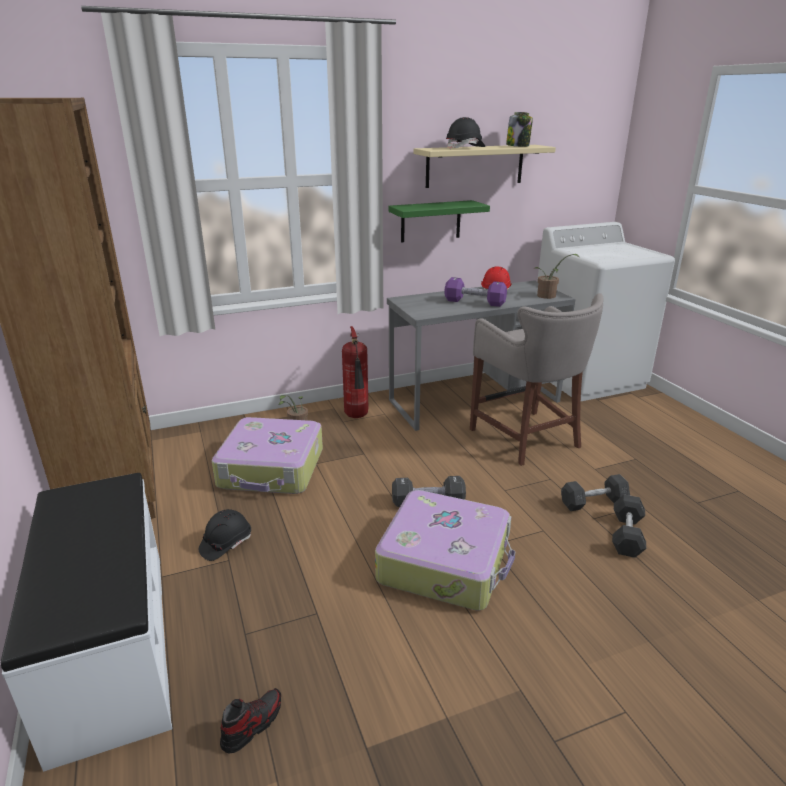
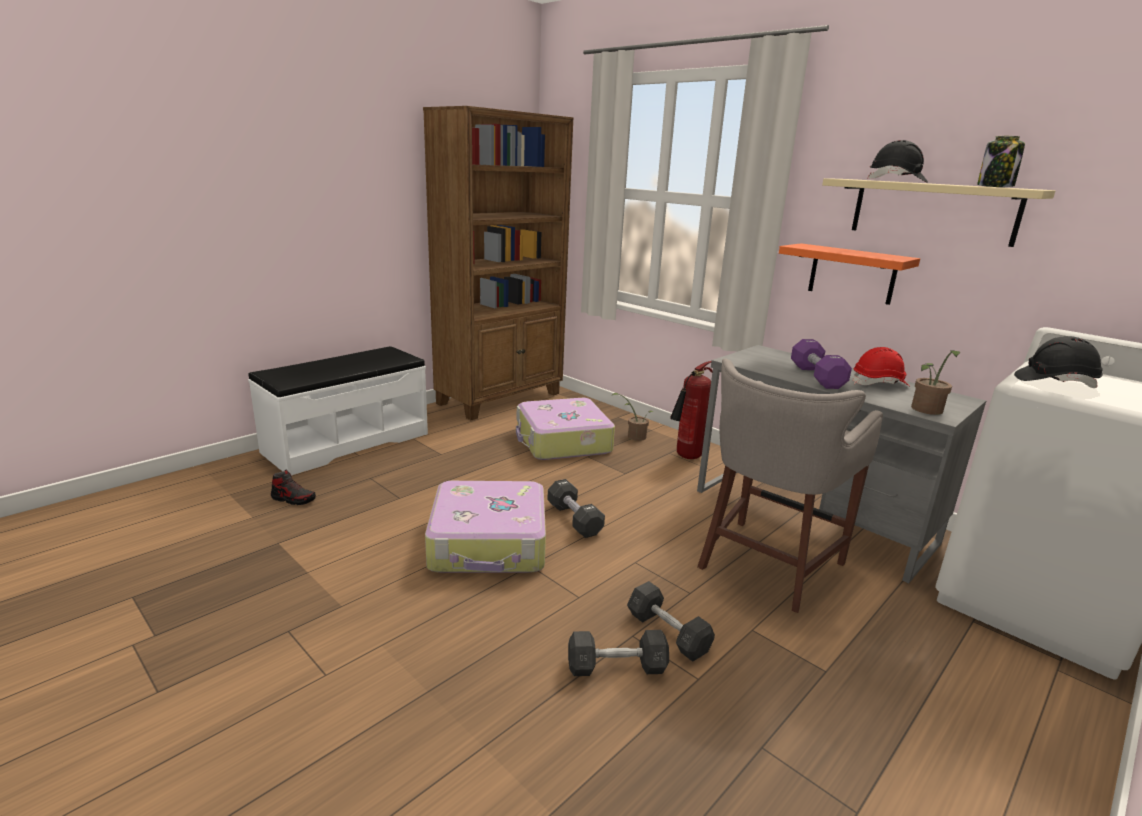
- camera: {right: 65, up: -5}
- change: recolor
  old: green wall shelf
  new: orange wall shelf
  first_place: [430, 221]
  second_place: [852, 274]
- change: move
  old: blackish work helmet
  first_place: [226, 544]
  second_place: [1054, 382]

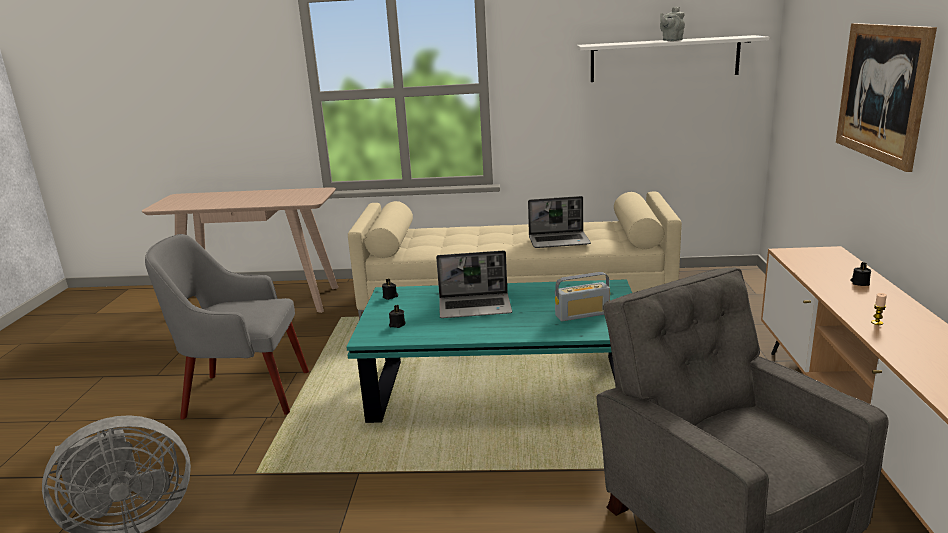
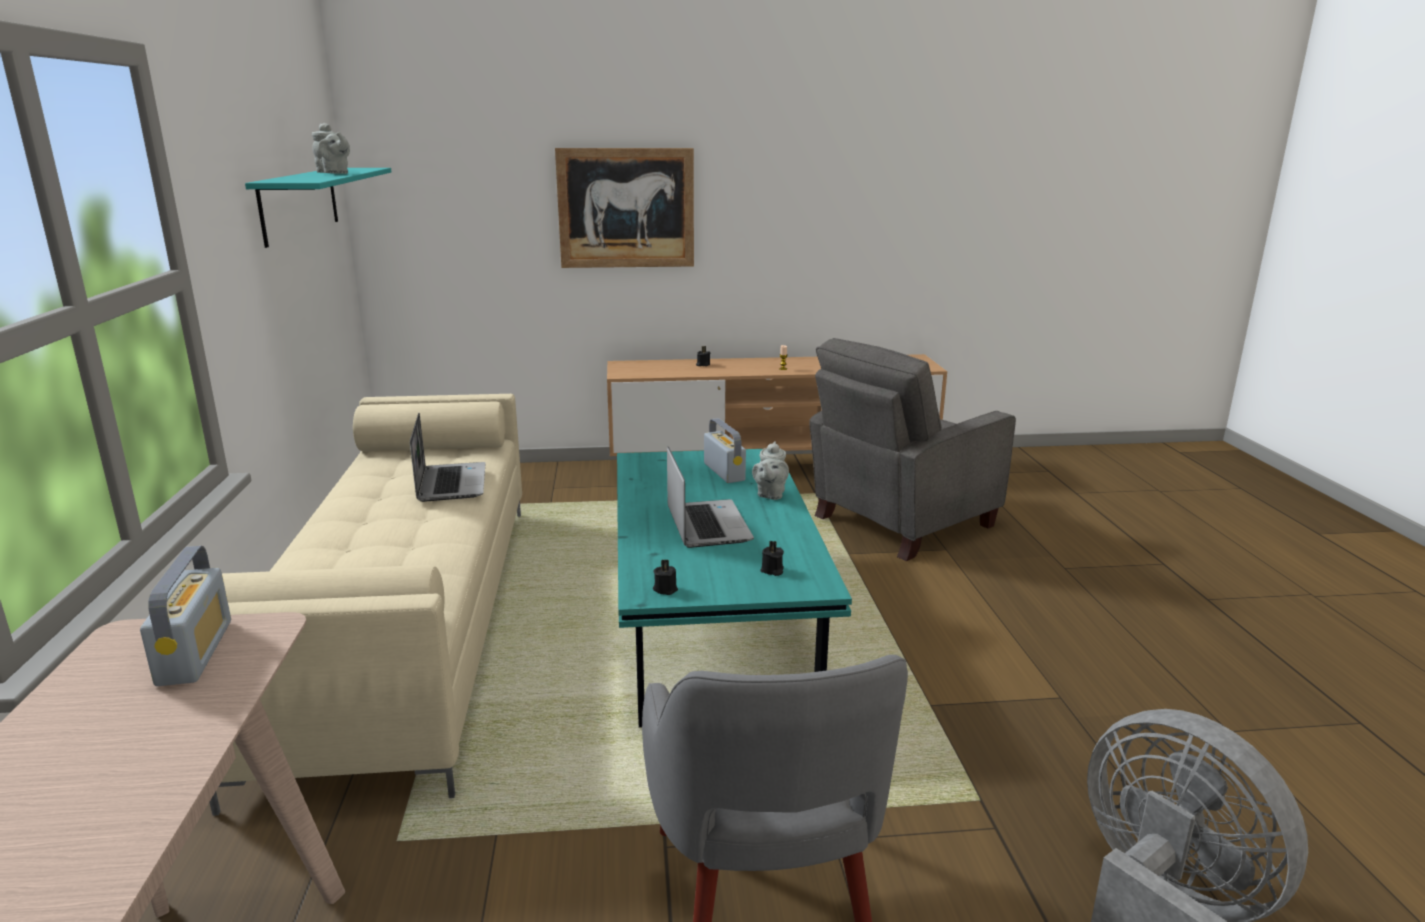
- camera: {right: -100, up: 0}
- change: insert
  new: radio receiver
  second_place: [195, 652]
- change: recolor
  old: white-coloured wall shelf
  new: turquoise wall shelf
  first_place: [664, 59]
  second_place: [300, 204]
- change: insert
  new: grey tea pot
  second_place: [770, 494]

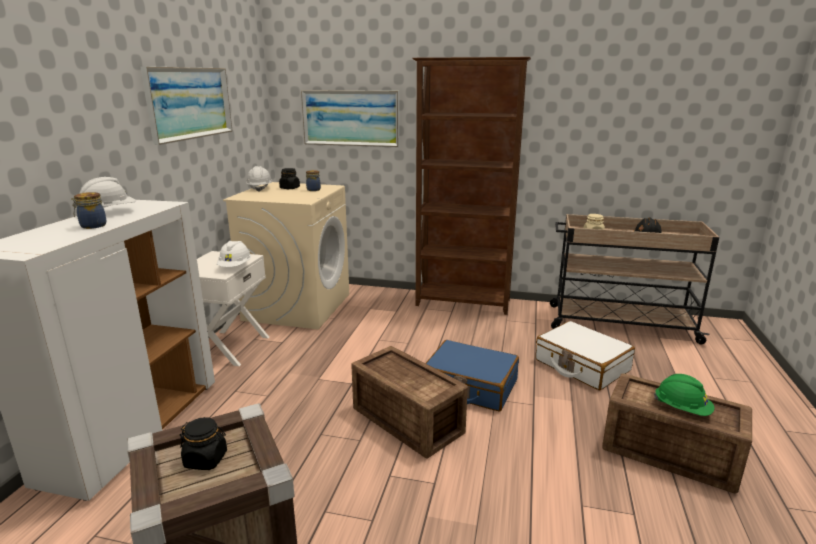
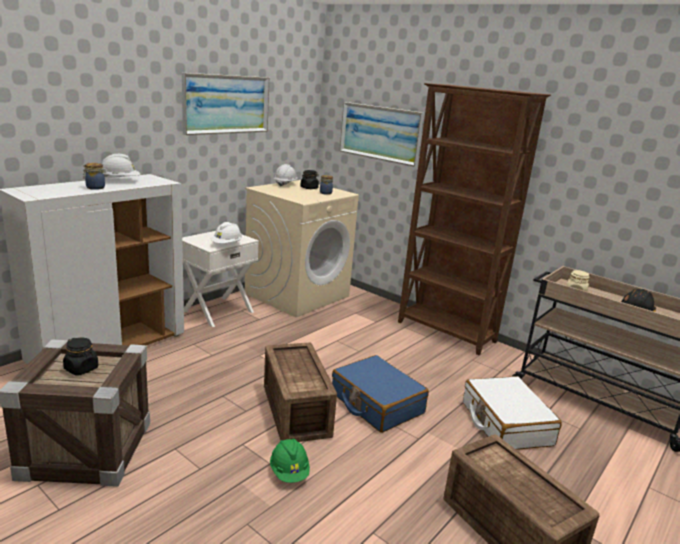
- camera: {right: 25, up: 0}
- change: move
  old: green work helmet
  first_place: [682, 409]
  second_place: [289, 472]

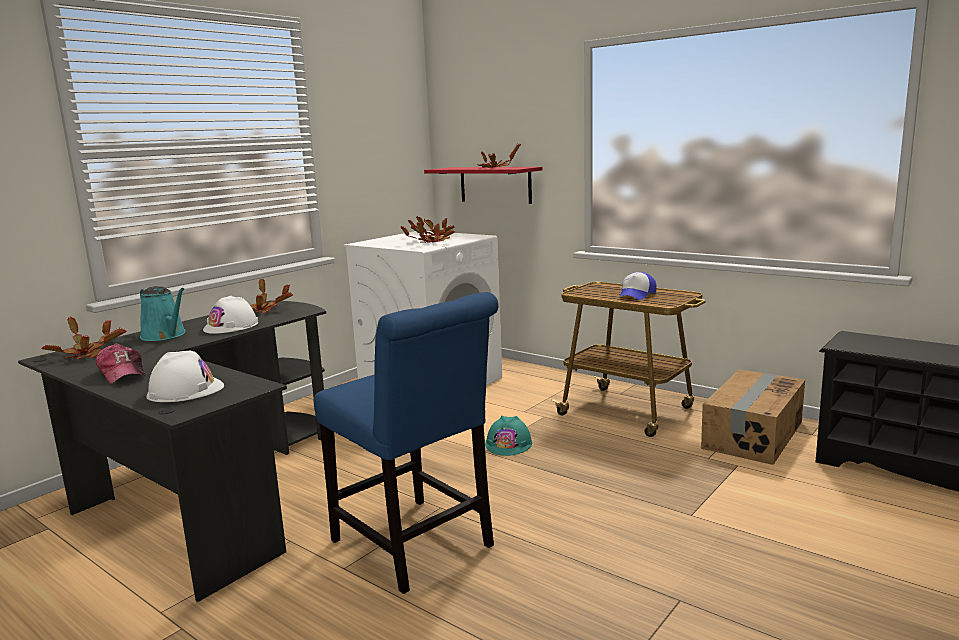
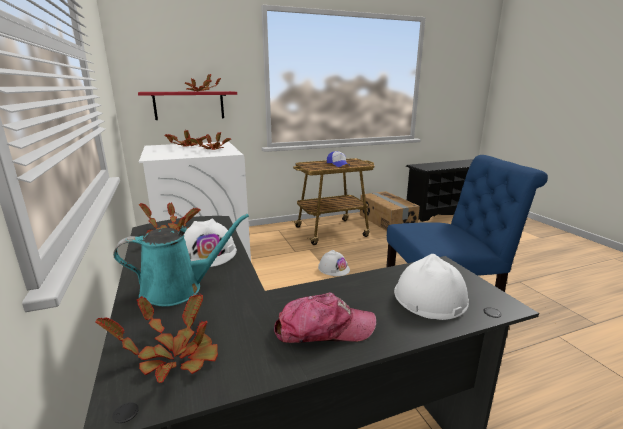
- camera: {right: -60, up: 5}
- change: recolor
  old: turquoise work helmet
  new: white-coloured work helmet
  first_place: [508, 444]
  second_place: [334, 268]

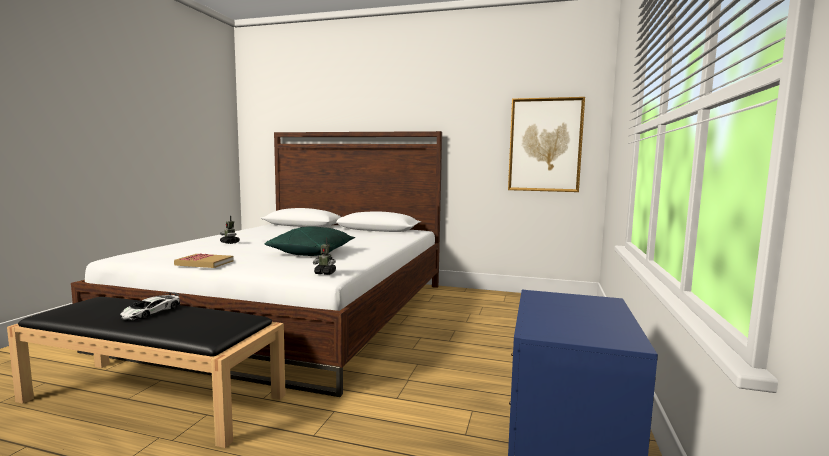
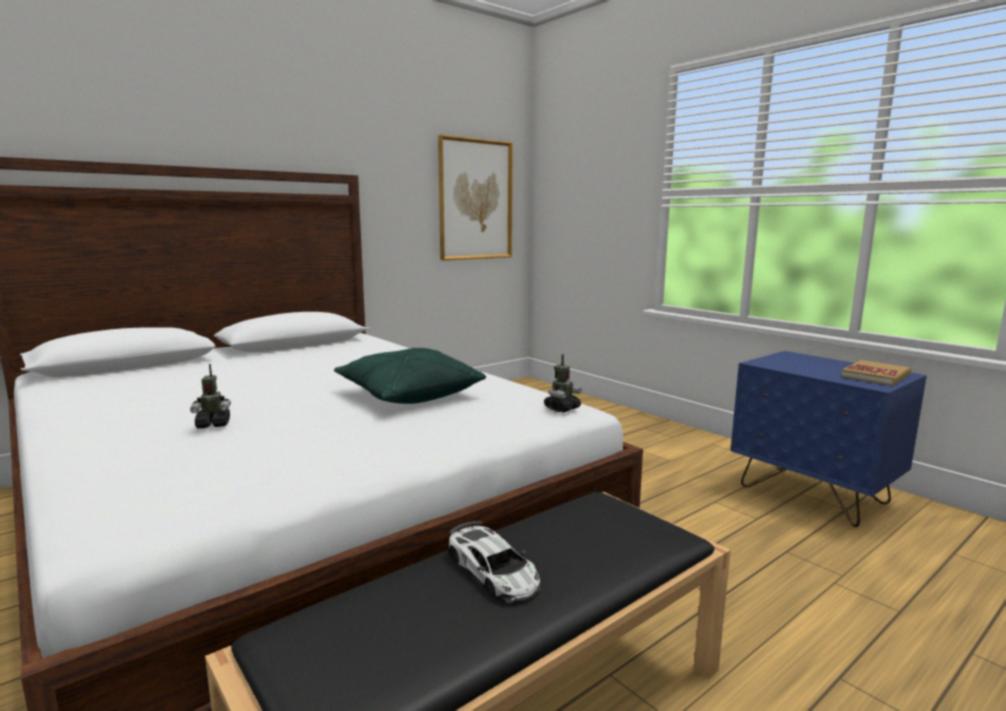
- camera: {right: -55, up: 5}
- change: move
  old: book
  first_place: [204, 263]
  second_place: [875, 376]

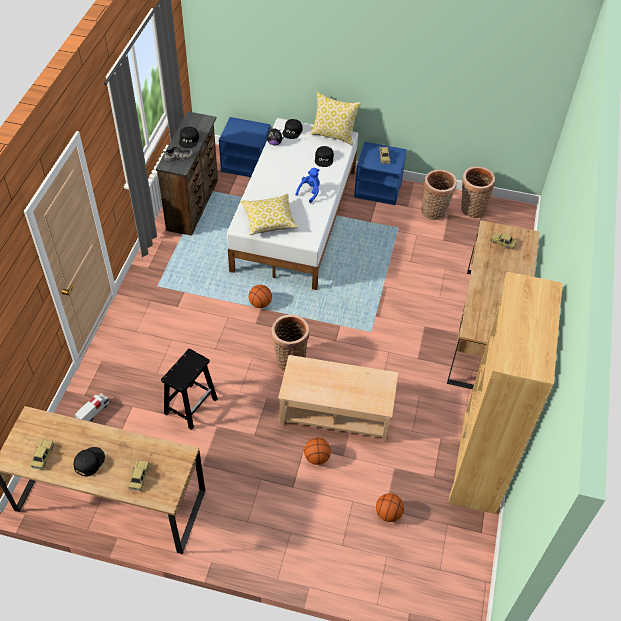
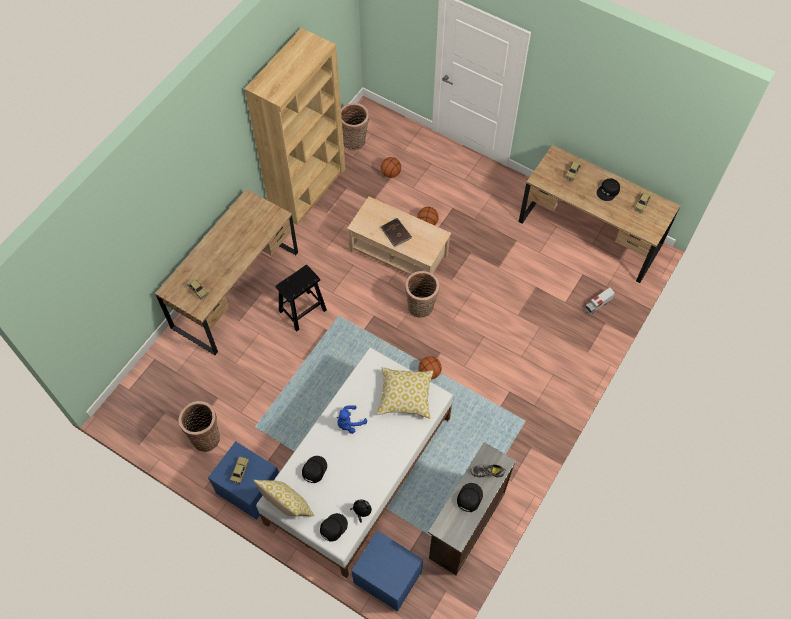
- camera: {right: -160, up: 10}
- change: move
  old: blackish sitting stool
  first_place: [191, 405]
  second_place: [302, 311]
- change: move
  old: basket
  first_place: [471, 209]
  second_place: [355, 142]
- change: insert
  new: brownish book
  second_place: [396, 233]

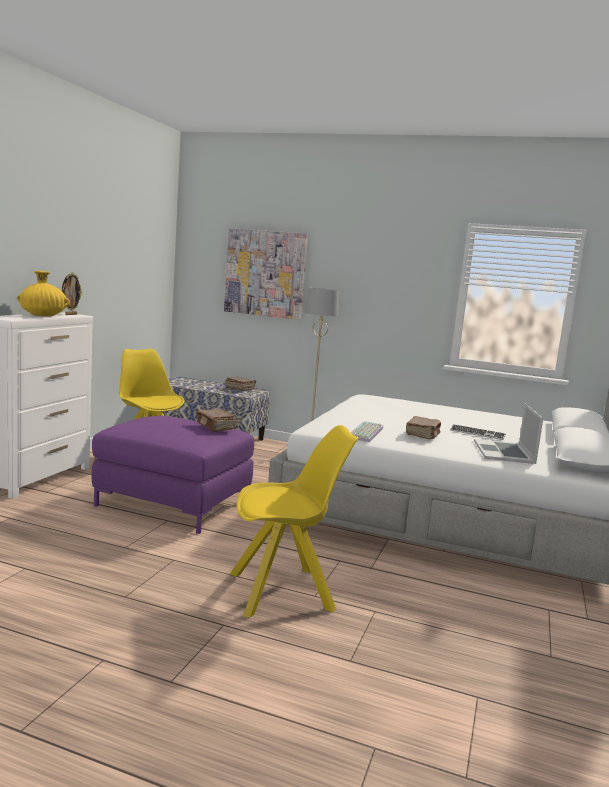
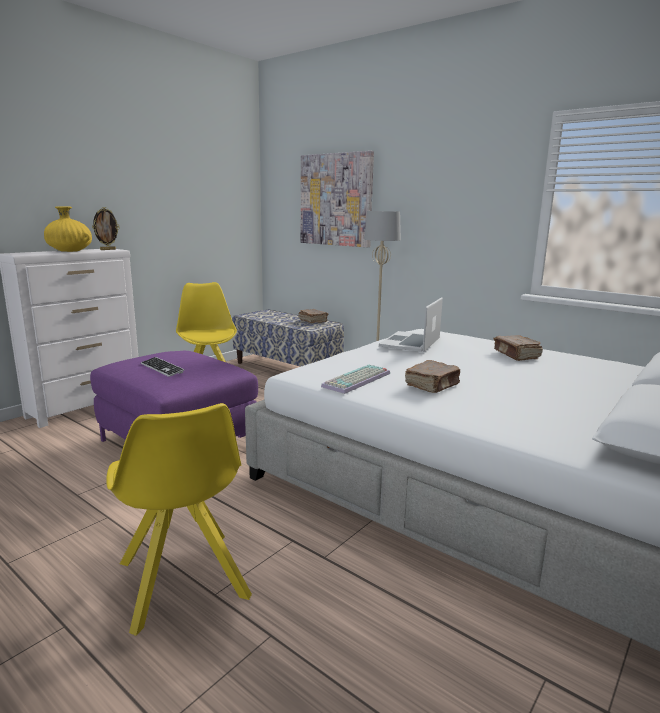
- camera: {right: 20, up: 5}
- change: rotate
  old: yellow-coloured upright chair
  first_place: [284, 592]
  second_place: [183, 582]
  degrees: 60
- change: move
  old: keyboard
  first_place: [477, 433]
  second_place: [162, 368]
- change: move
  old: notebook computer
  first_place: [504, 452]
  second_place: [410, 342]
- change: move
  old: brownish book
  first_place: [216, 427]
  second_place: [516, 355]

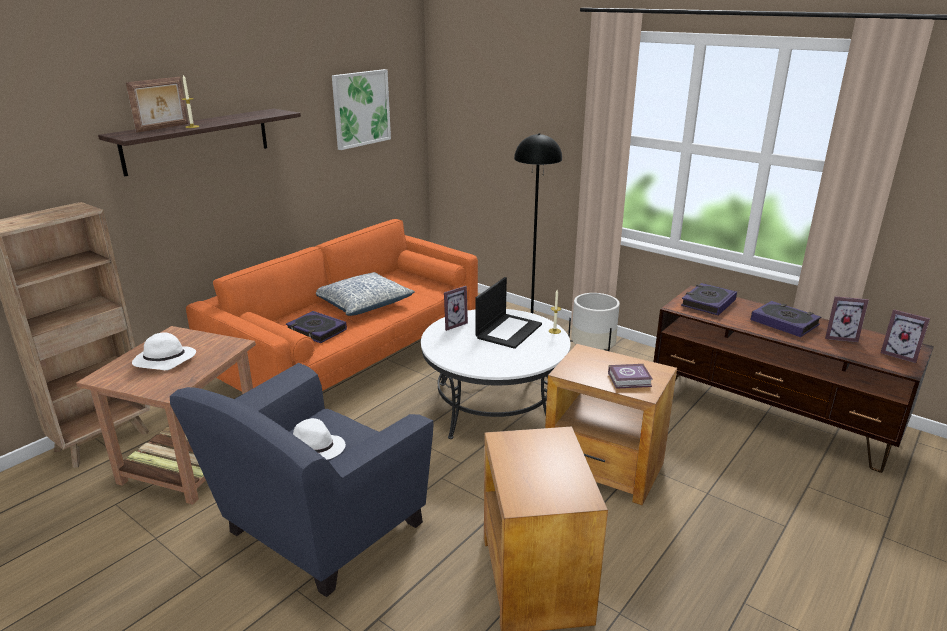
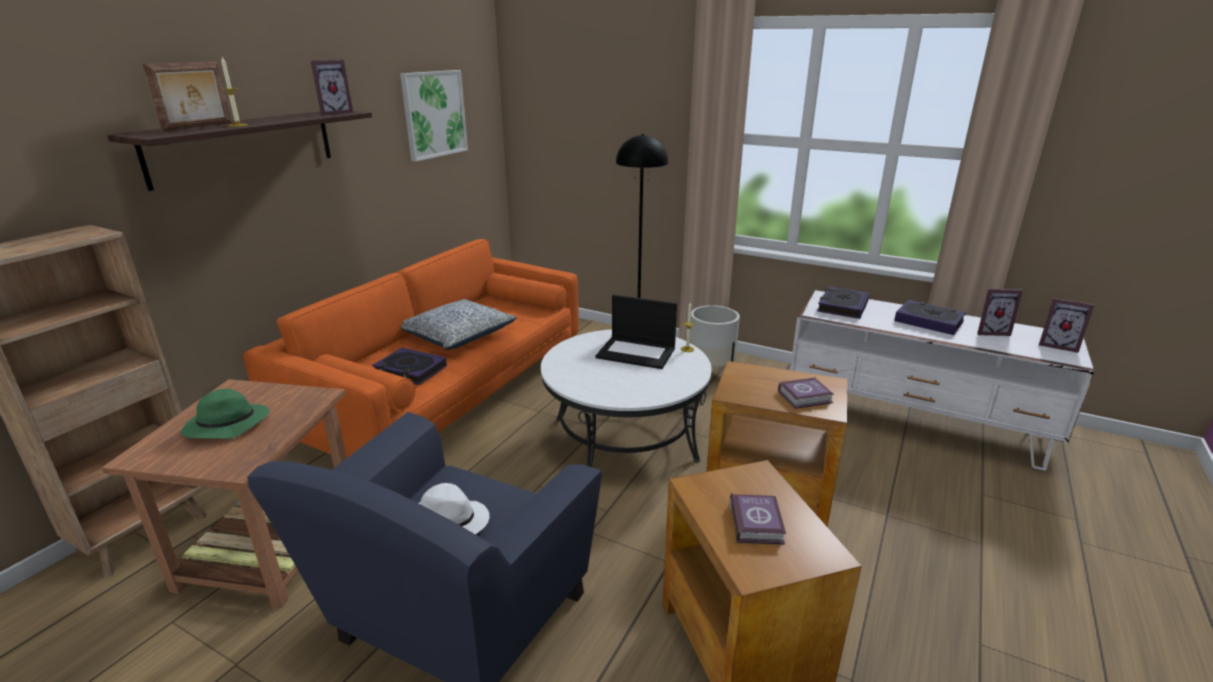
- camera: {right: -10, up: 0}
- change: recolor
  old: white-coloured hat
  new: green hat
  first_place: [164, 361]
  second_place: [226, 426]
- change: move
  old: standing frame
  first_place: [452, 324]
  second_place: [333, 113]
- change: rotate
  old: notebook computer
  first_place: [508, 330]
  second_place: [637, 352]
  degrees: 90
- change: insert
  new: book
  second_place: [756, 522]
- change: recolor
  old: brownish tv unit
  new: white-coloured tv unit
  first_place: [770, 416]
  second_place: [913, 421]

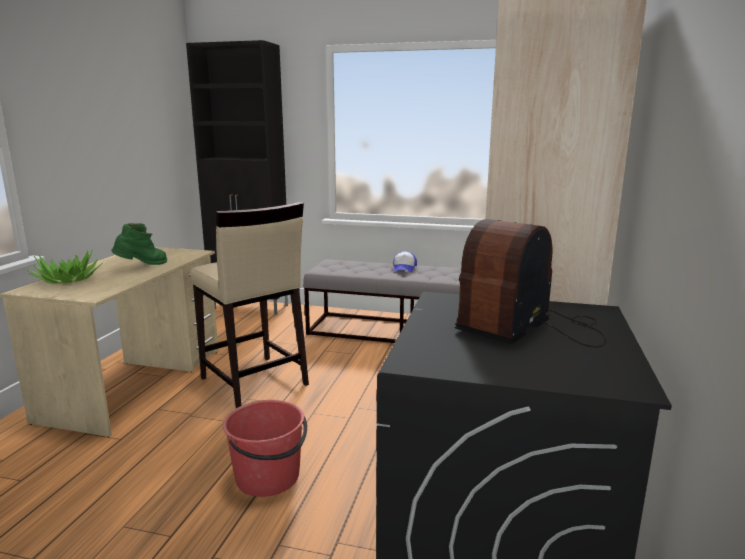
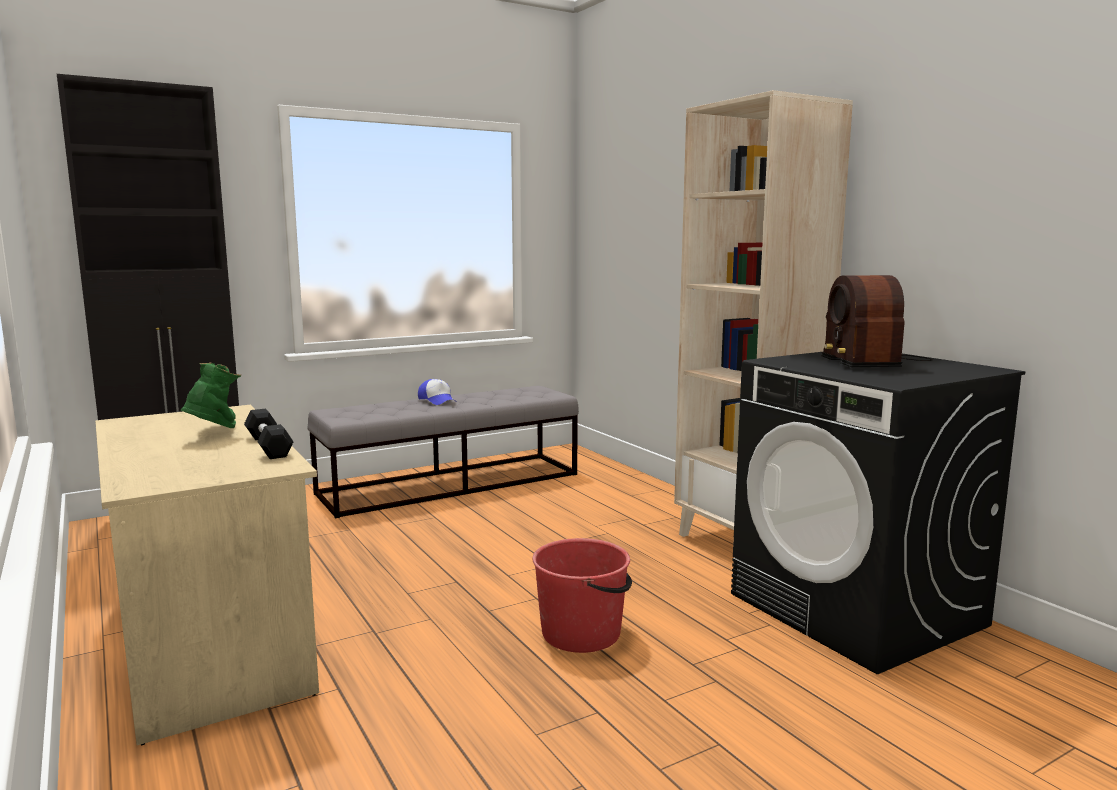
- camera: {right: -45, up: -5}
- change: insert
  new: blackish free weight
  second_place: [268, 446]
- change: delete
  old: houseplant
  first_place: [68, 280]
- change: delete
  old: beige sitting stool
  first_place: [254, 382]

